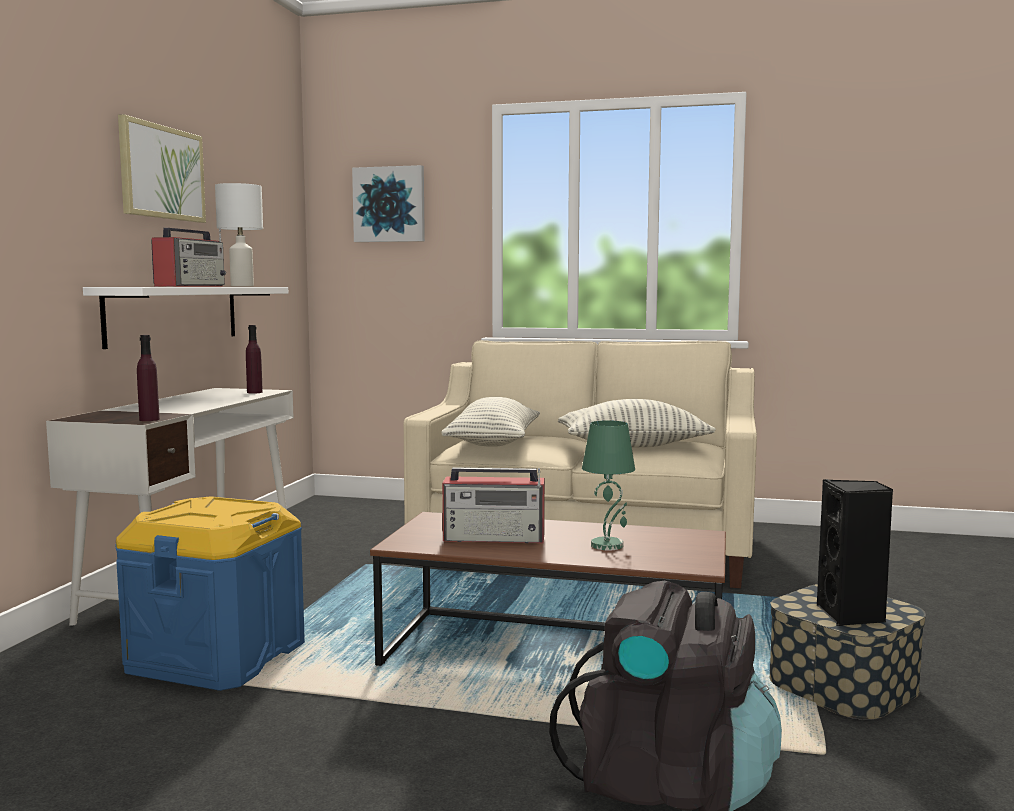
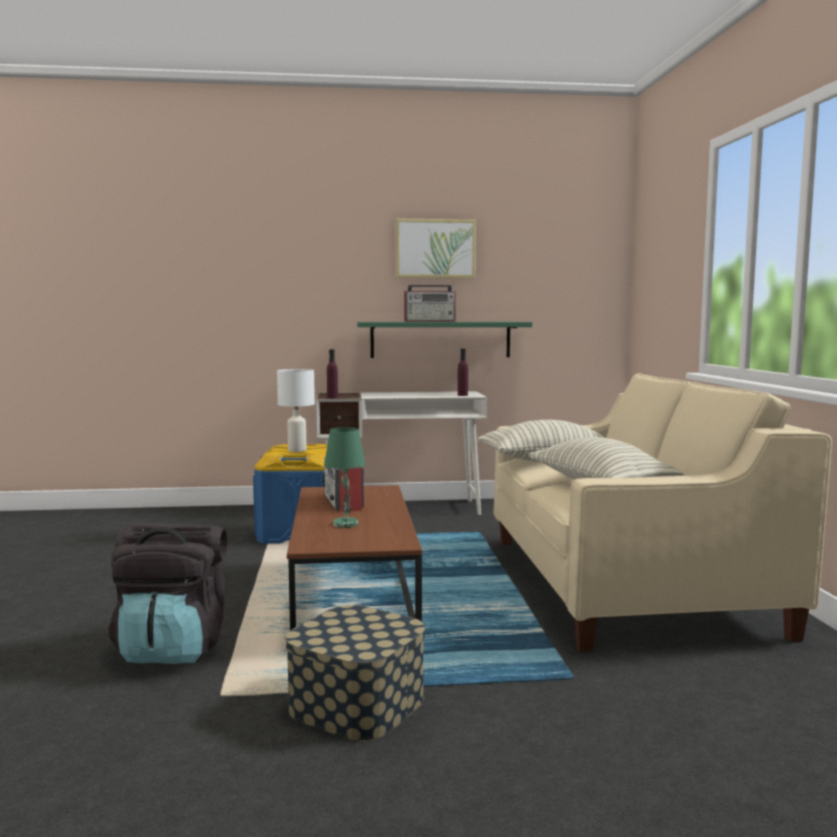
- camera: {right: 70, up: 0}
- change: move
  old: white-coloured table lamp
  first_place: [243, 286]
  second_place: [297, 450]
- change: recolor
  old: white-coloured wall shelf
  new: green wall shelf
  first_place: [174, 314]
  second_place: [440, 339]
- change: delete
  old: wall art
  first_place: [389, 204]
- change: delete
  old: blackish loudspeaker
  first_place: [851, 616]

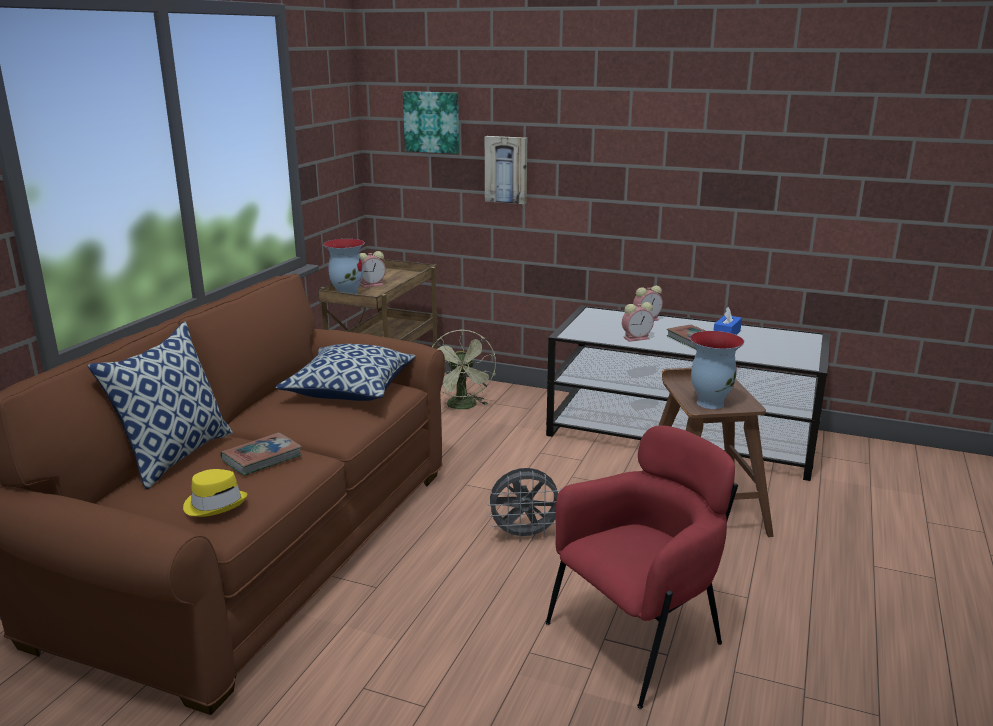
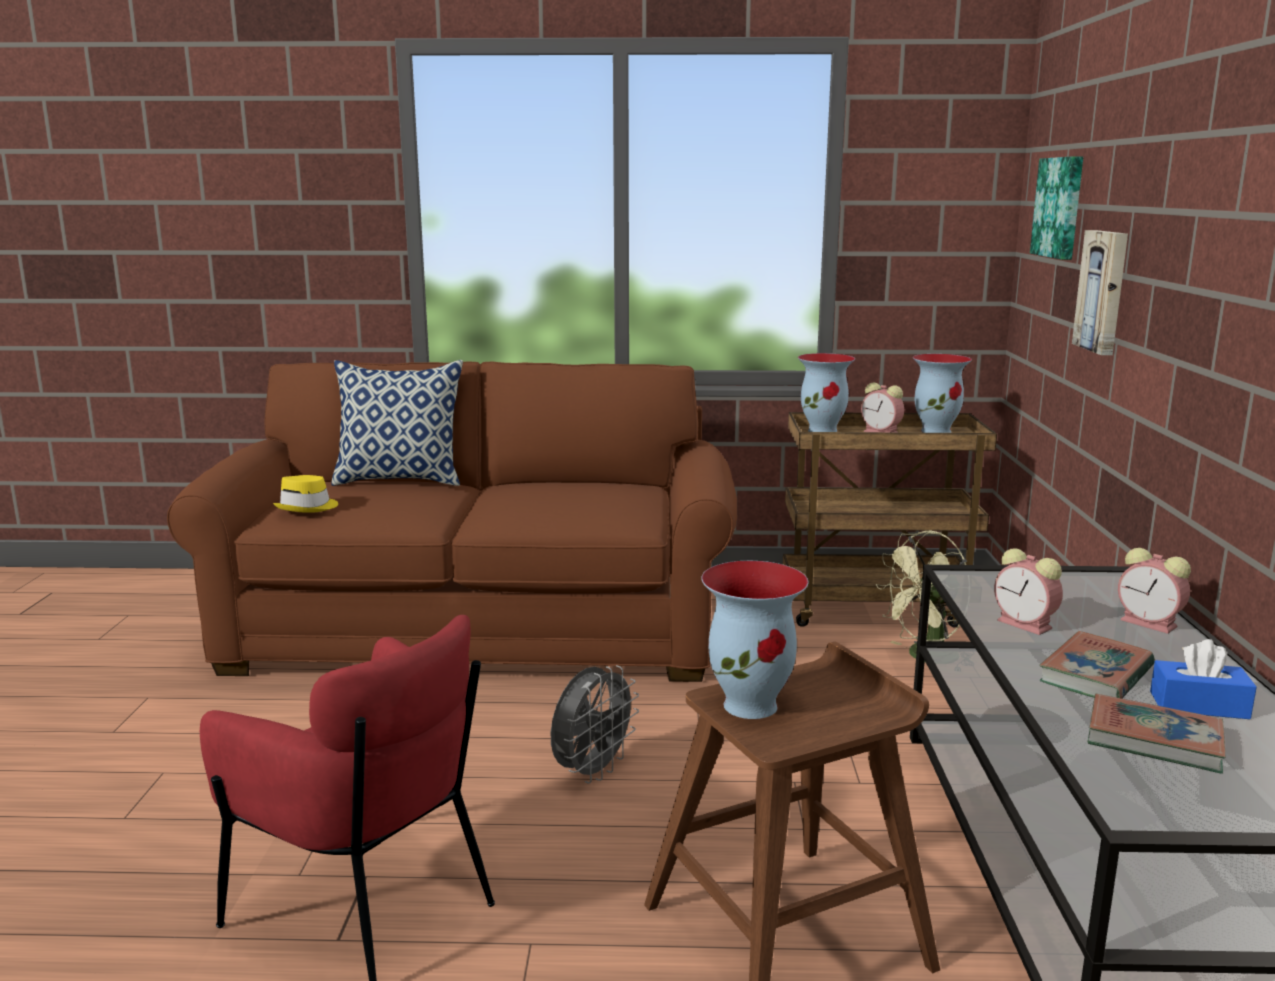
- camera: {right: 70, up: -5}
- change: rotate
  old: grey fan
  first_place: [524, 535]
  second_place: [592, 771]
  degrees: -120
- change: insert
  new: vase
  second_place: [936, 431]
- change: move
  old: book
  first_place: [262, 458]
  second_place: [1154, 740]
- change: delete
  old: throw pillow
  first_place: [350, 389]

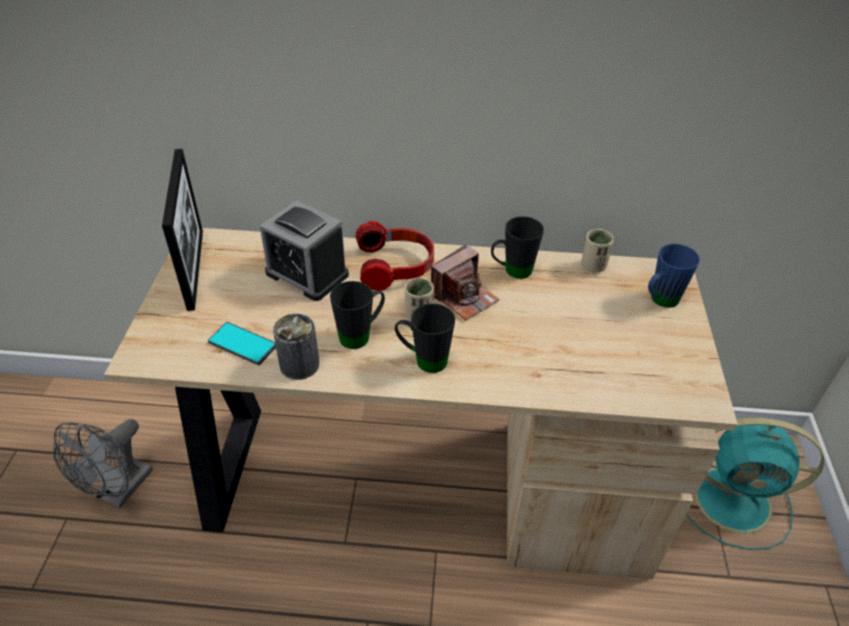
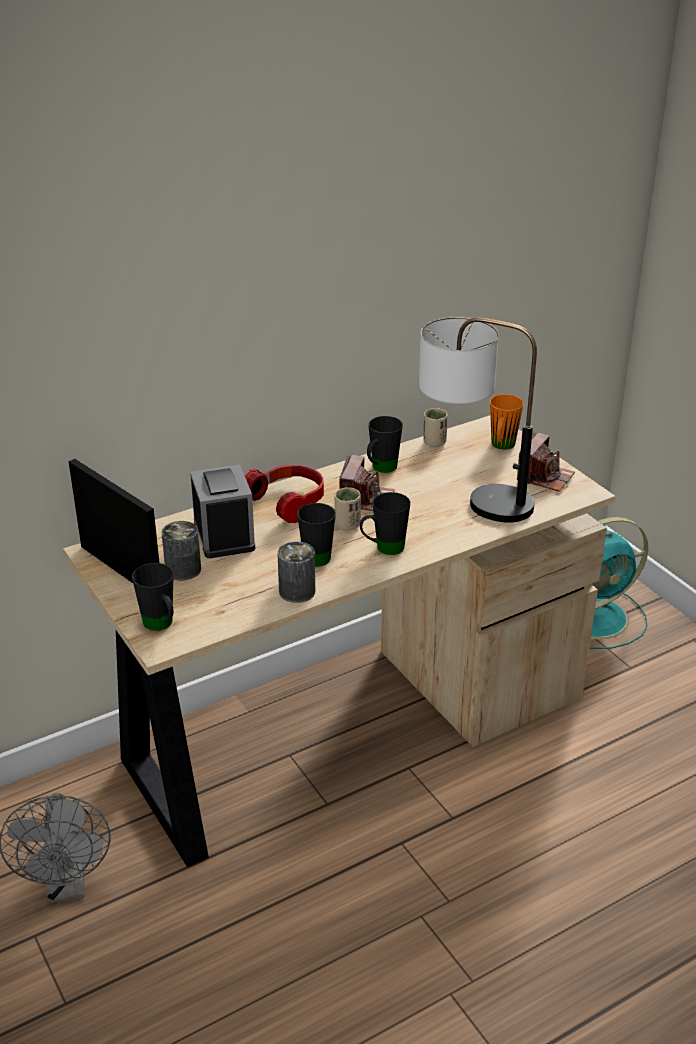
- camera: {right: -35, up: -10}
- change: insert
  new: blackish tea mug
  second_place: [161, 626]
- change: insert
  new: sealed can
  second_place: [183, 569]
- change: rotate
  old: bedside clock
  first_place: [307, 274]
  second_place: [224, 535]
  degrees: -105
- change: insert
  new: table lamp
  second_place: [471, 498]
- change: recolor
  old: bluish tea mug
  new: orange tea mug
  first_place: [659, 301]
  second_place: [501, 447]
- change: insert
  new: still camera
  second_place: [544, 477]
- change: delete
  old: handset
  first_place: [243, 344]

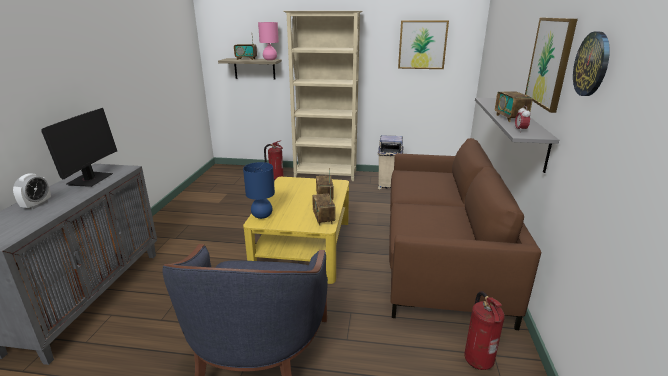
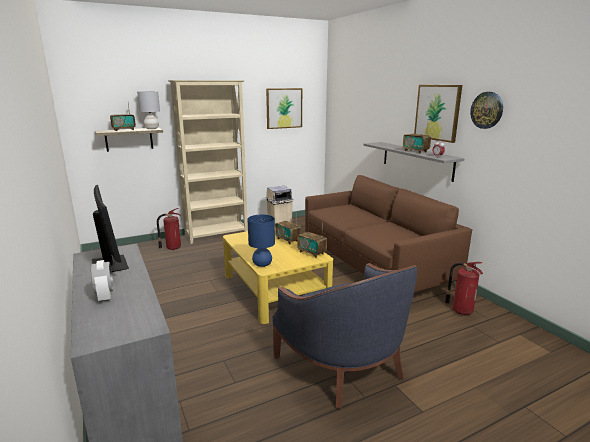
- camera: {right: -35, up: -5}
- change: recolor
  old: pinkish table lamp
  new: grey table lamp
  first_place: [270, 59]
  second_place: [152, 128]

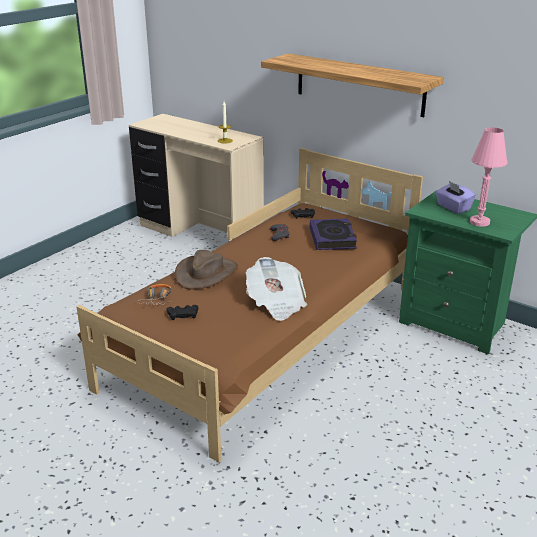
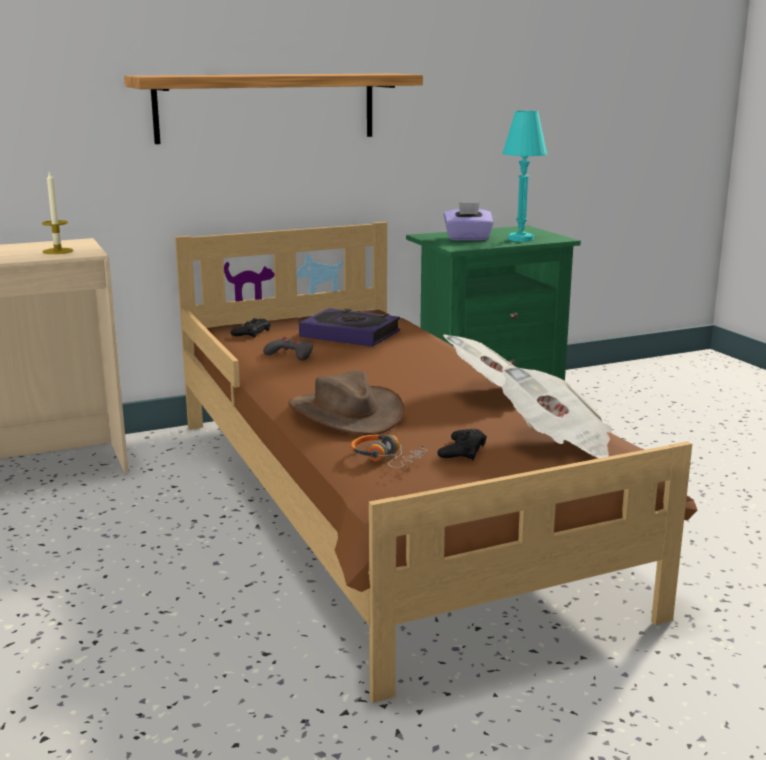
- camera: {right: -60, up: -10}
- change: recolor
  old: pinkish table lamp
  new: turquoise table lamp
  first_place: [479, 222]
  second_place: [520, 239]
- change: insert
  new: daily paper
  second_place: [557, 441]

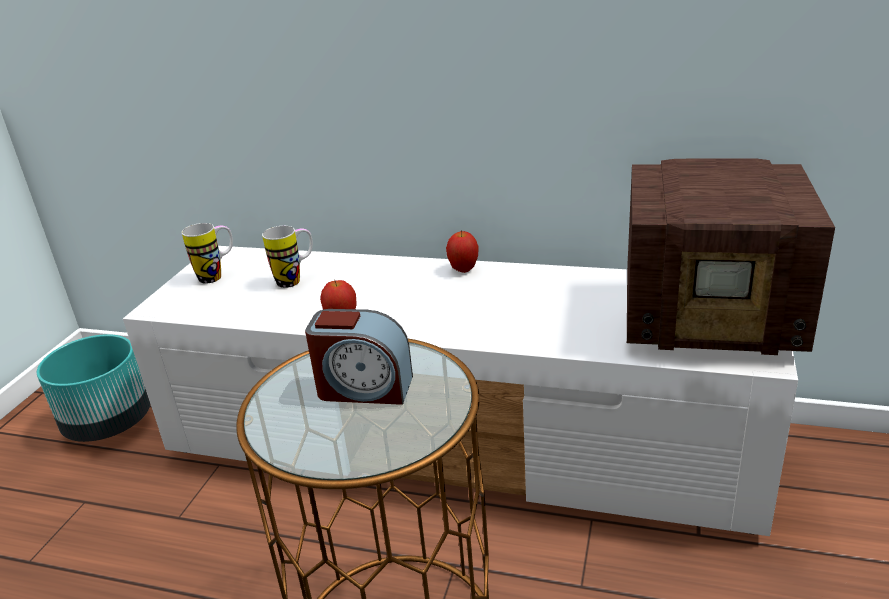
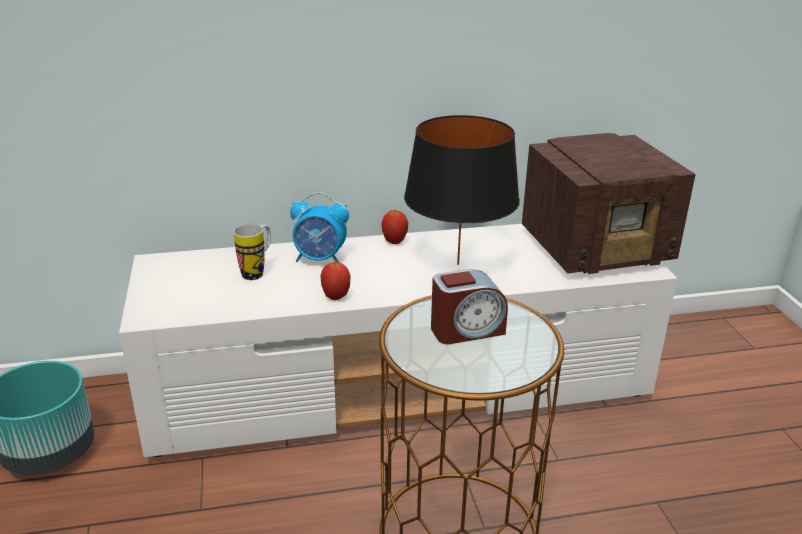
- camera: {right: -30, up: 0}
- change: insert
  new: bedside clock
  second_place: [320, 259]
- change: insert
  new: blackish table lamp
  second_place: [458, 264]
- change: delete
  old: tea mug
  first_place: [217, 276]

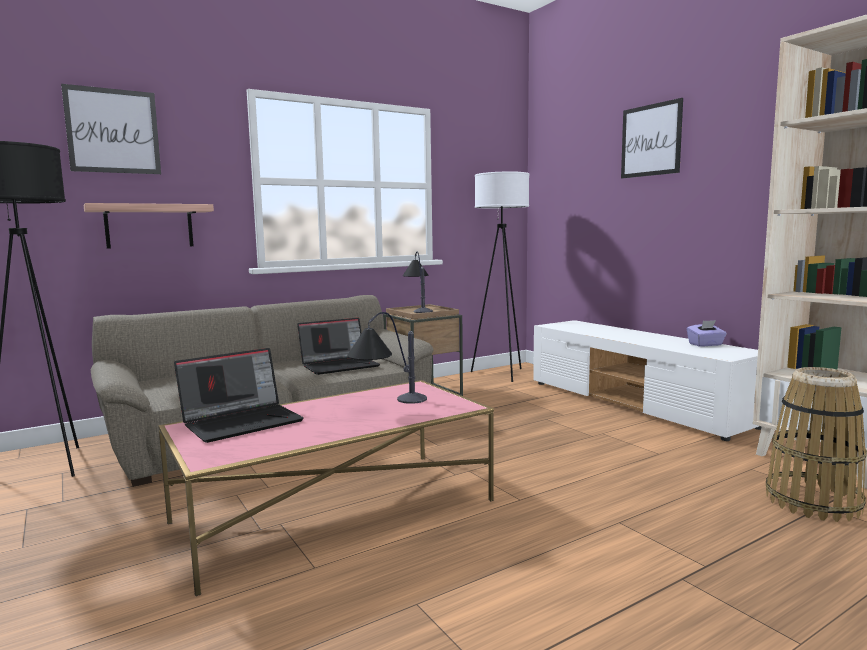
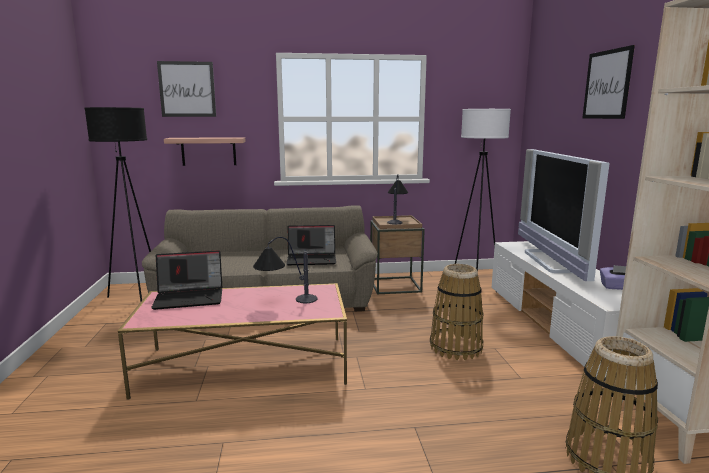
- camera: {right: 25, up: 5}
- change: insert
  new: basket
  second_place: [456, 347]
- change: insert
  new: TV
  second_place: [551, 261]

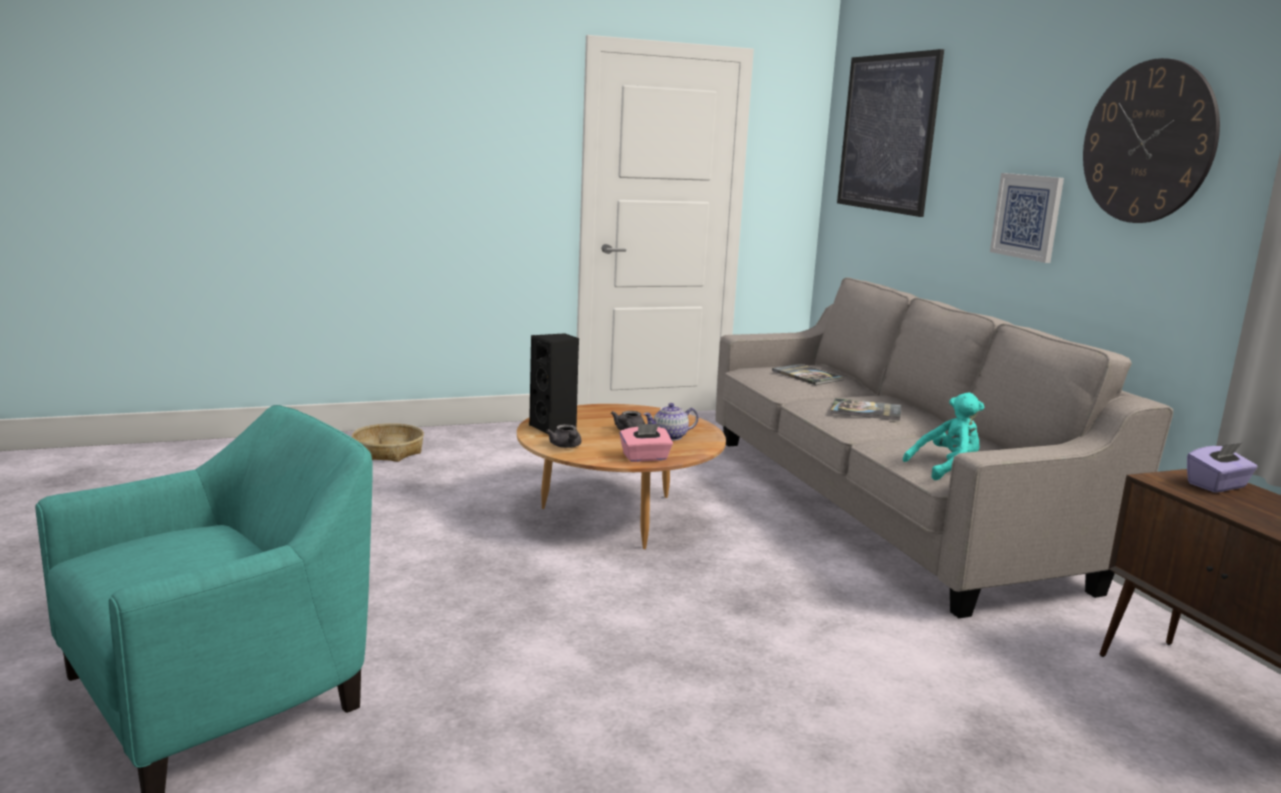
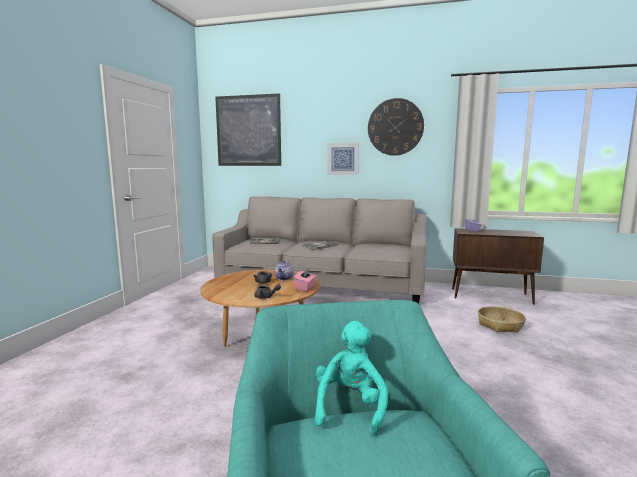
- camera: {right: -55, up: -5}
- change: move
  old: turquoise plush toy
  first_place: [946, 468]
  second_place: [350, 407]
- change: move
  old: basket
  first_place: [388, 452]
  second_place: [500, 325]
- change: delete
  old: blackish loudspeaker
  first_place: [554, 428]

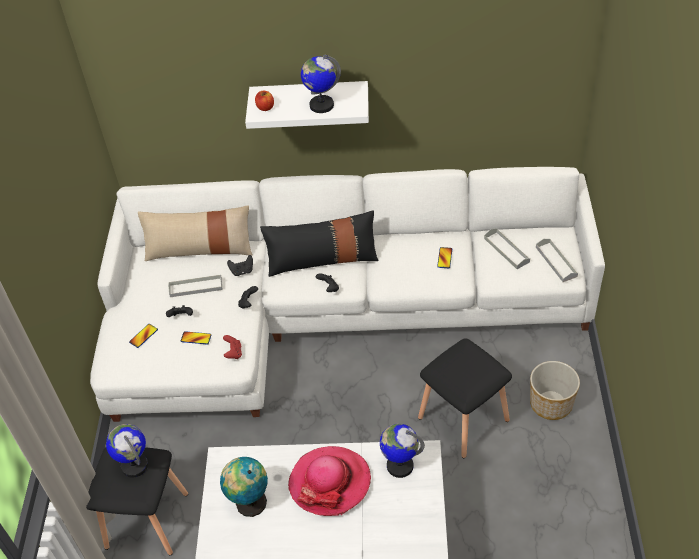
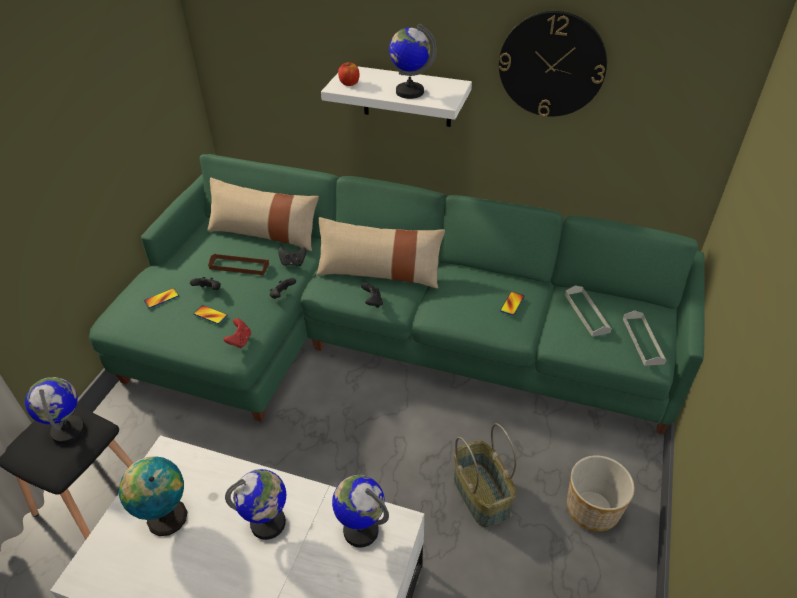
- camera: {right: 15, up: -5}
- change: recolor
  old: white-coloured settee
  new: green settee
  first_place: [326, 312]
  second_place: [379, 335]
- change: recolor
  old: grey carrying tray
  new: brownish carrying tray
  first_place: [196, 287]
  second_place: [239, 266]
- change: replace
  old: hat
  new: desk globe
  first_place: [330, 482]
  second_place: [268, 523]
- change: recolor
  old: blackish throw pillow
  new: beige throw pillow
  first_place: [322, 259]
  second_place: [379, 272]
- change: replace
  old: blackish sitting stool
  new: basket
  first_place: [465, 419]
  second_place: [482, 495]
- change: insert
  new: clock on the wall
  second_place: [552, 65]

